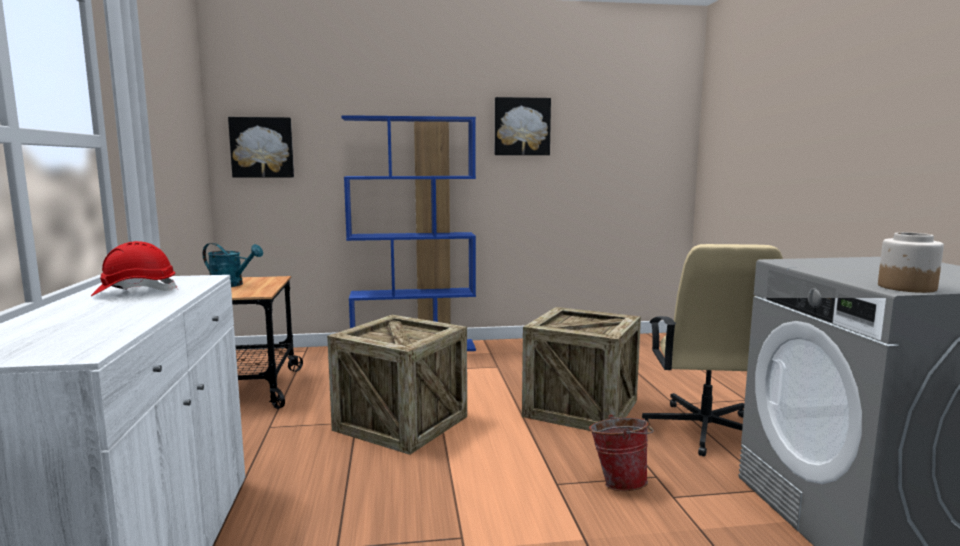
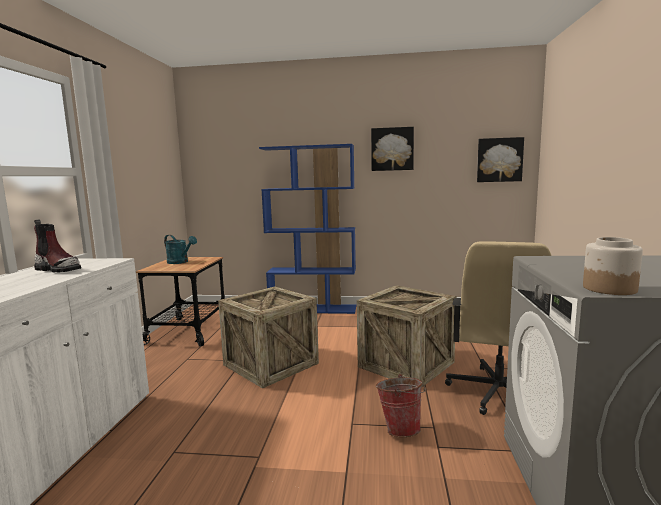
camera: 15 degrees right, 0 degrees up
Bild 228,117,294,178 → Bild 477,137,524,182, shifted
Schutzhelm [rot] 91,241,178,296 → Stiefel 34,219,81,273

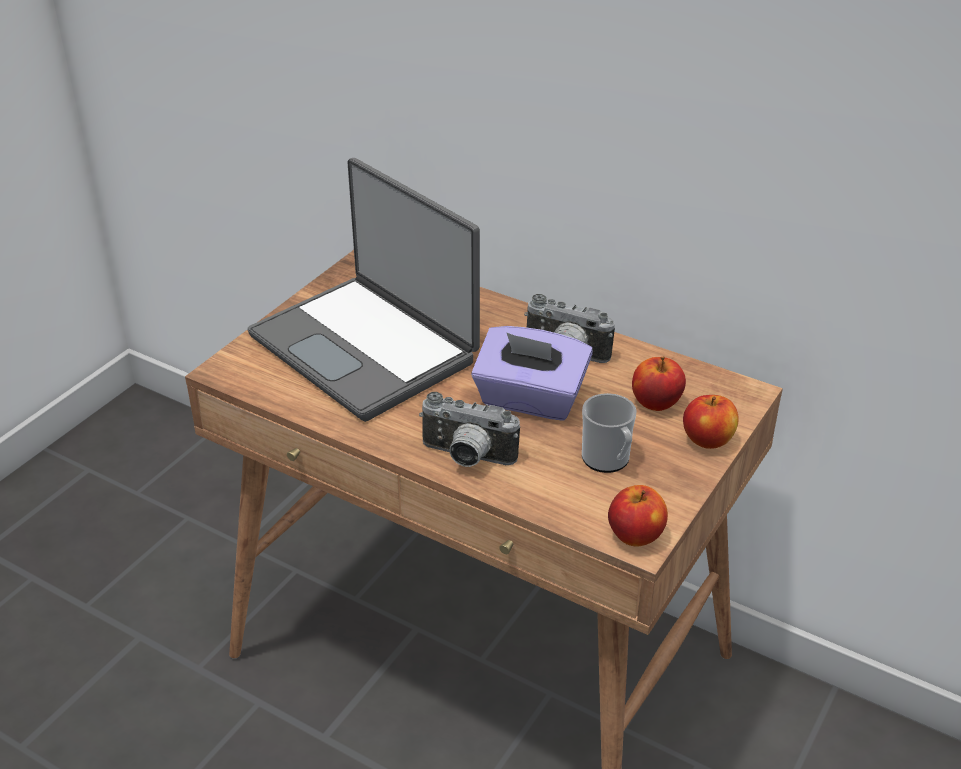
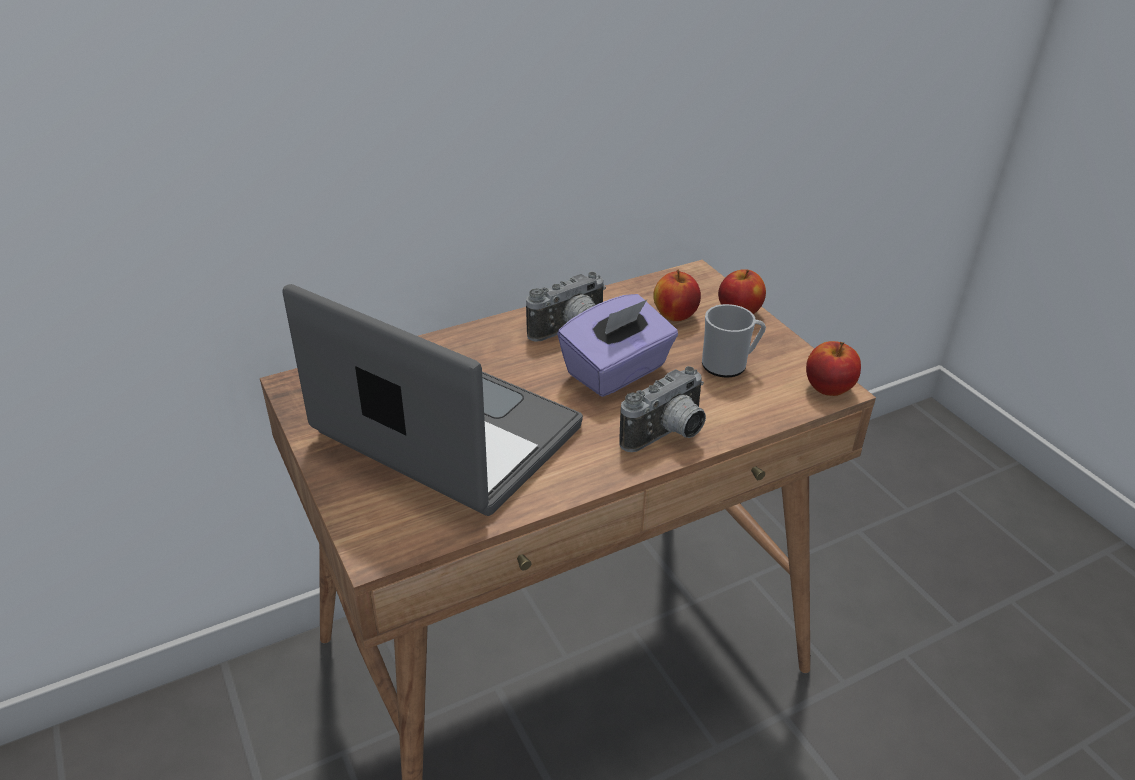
camera: 60 degrees left, 0 degrees up
Laptop 248,158,480,422 → Laptop 282,284,583,516, 135 degrees counterclockwise

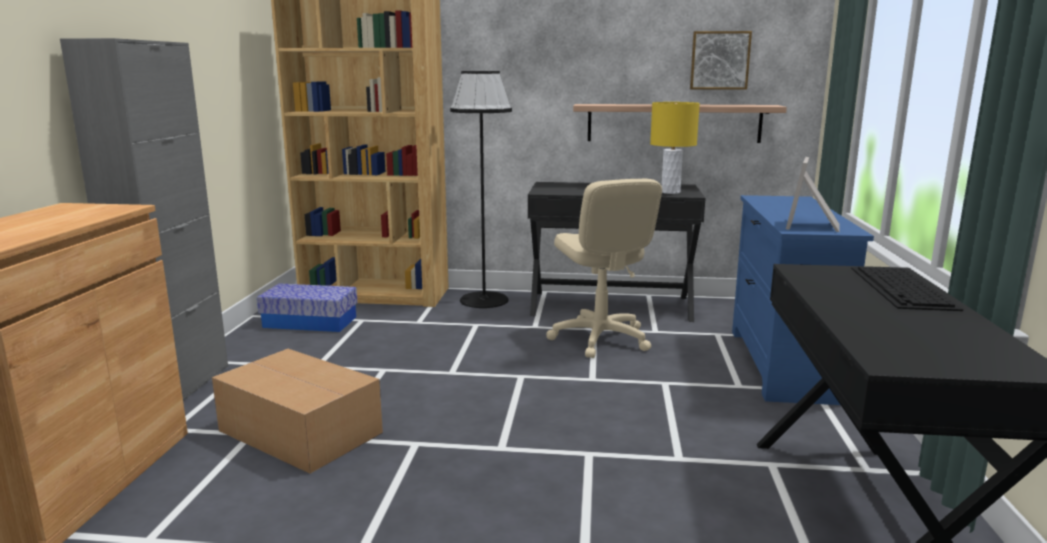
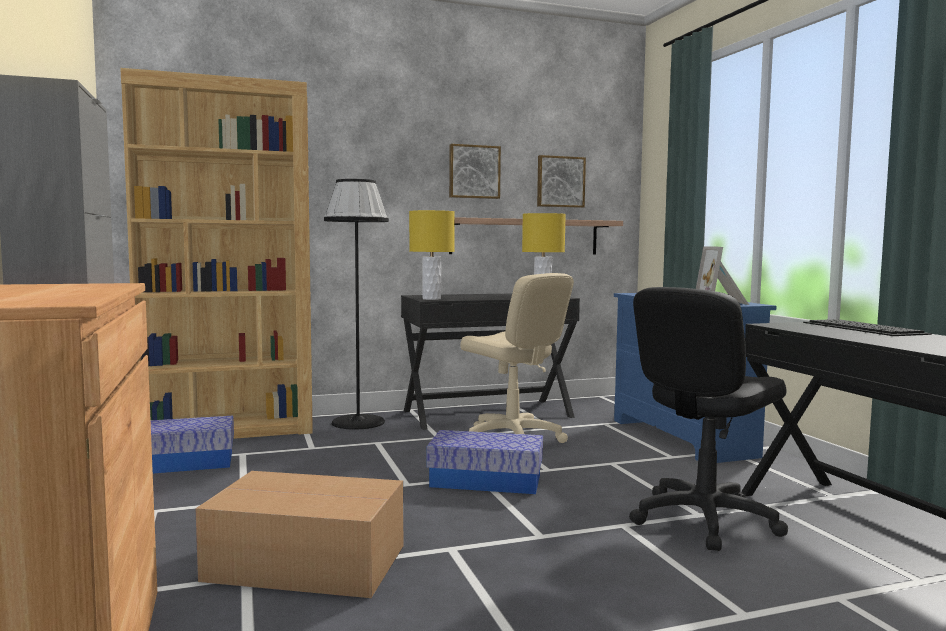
camera: 25 degrees left, 10 degrees down
- → Bild 449,144,501,199
- → Tischlampe [gelb] 409,210,455,300
- → Bürostuhl [schwarz] 629,287,788,551
- → Aufbewahrungsbox 426,430,543,494

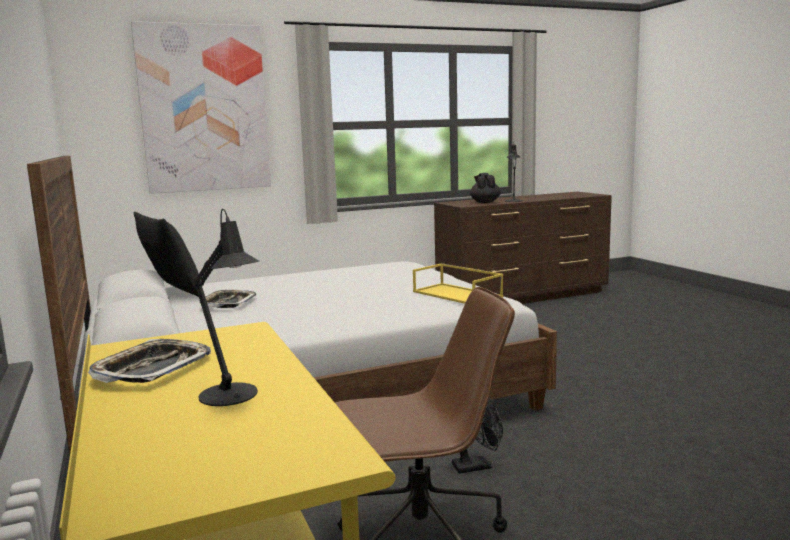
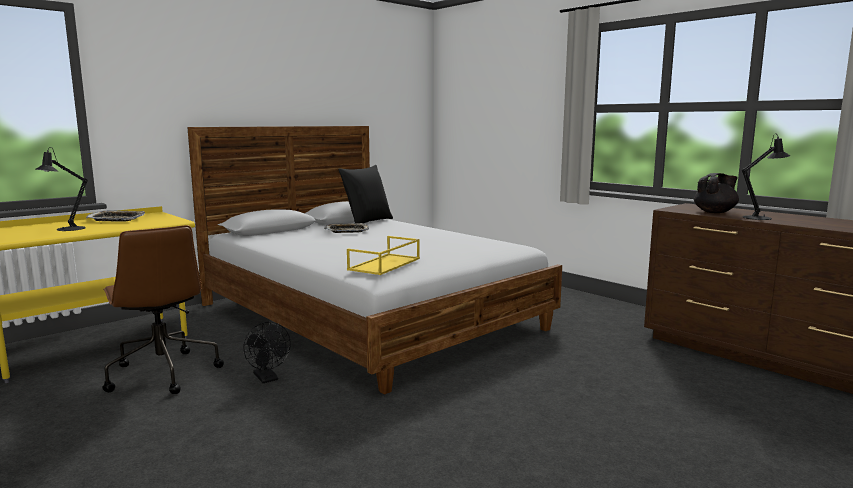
camera: 70 degrees right, 0 degrees up
Bild 131,21,271,194 → -

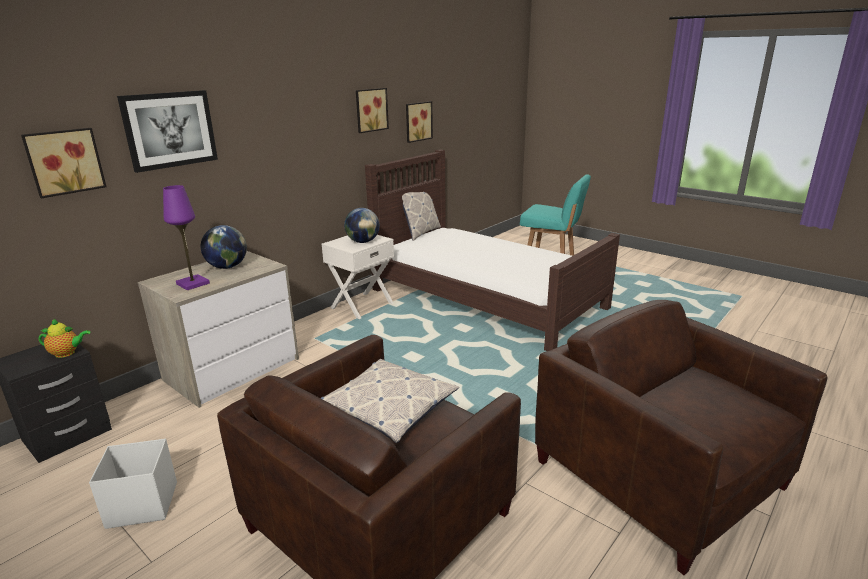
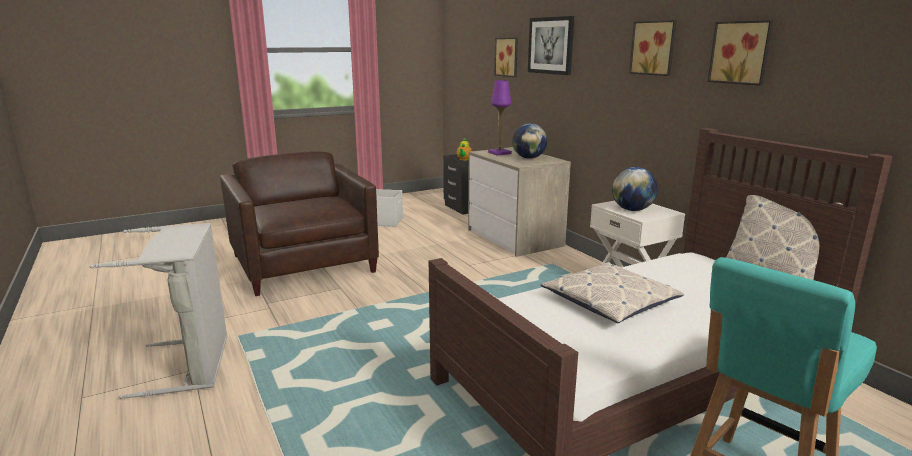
camera: 110 degrees right, 5 degrees down
Bild 406,101,433,143 → Bild 629,20,677,76, shifted
Sessel [braun] 535,300,828,575 → Wäschekorb [grau] 90,223,227,399
Kissen 321,359,459,443 → Kissen 540,262,685,323, shifted

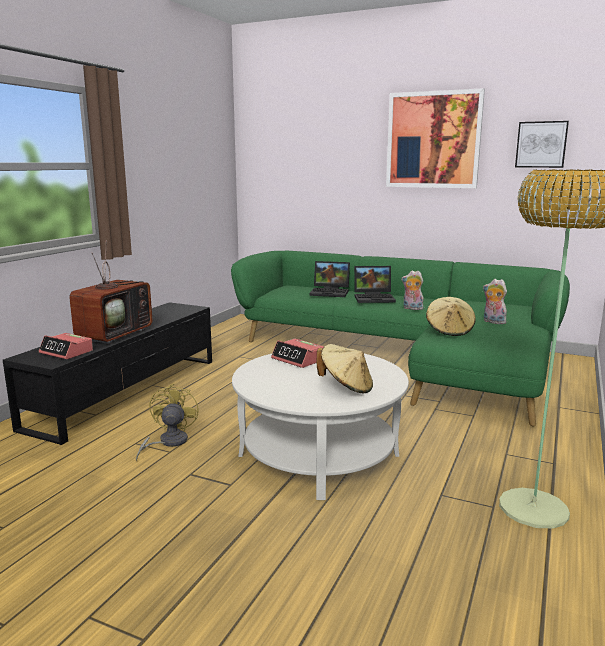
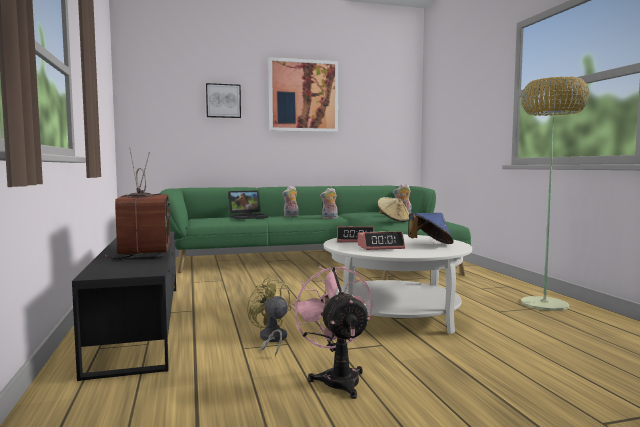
camera: 40 degrees left, 10 degrees down
Bild 515,121,569,168 → Bild 206,83,241,118, shifted
Laptop 354,266,396,303 → Plüschtier 282,186,298,217
Wecker 39,333,93,359 → Wecker 358,232,405,250, shifted
Hut [beige] 316,344,373,394 → Hut [blau] 408,213,454,244
- → Ventilator [rosa] 290,266,372,399

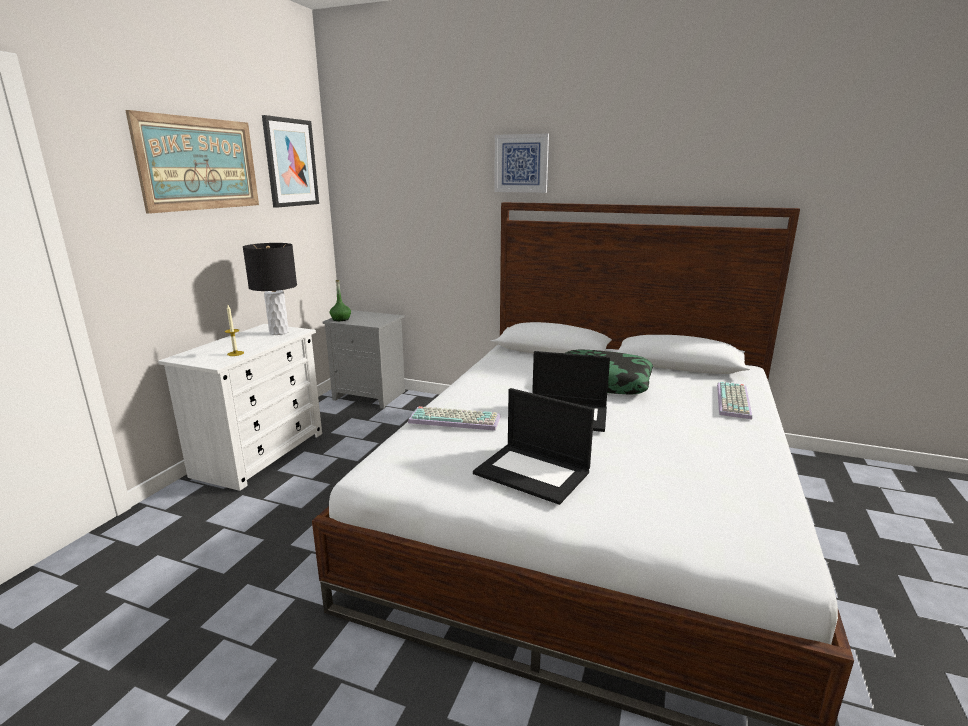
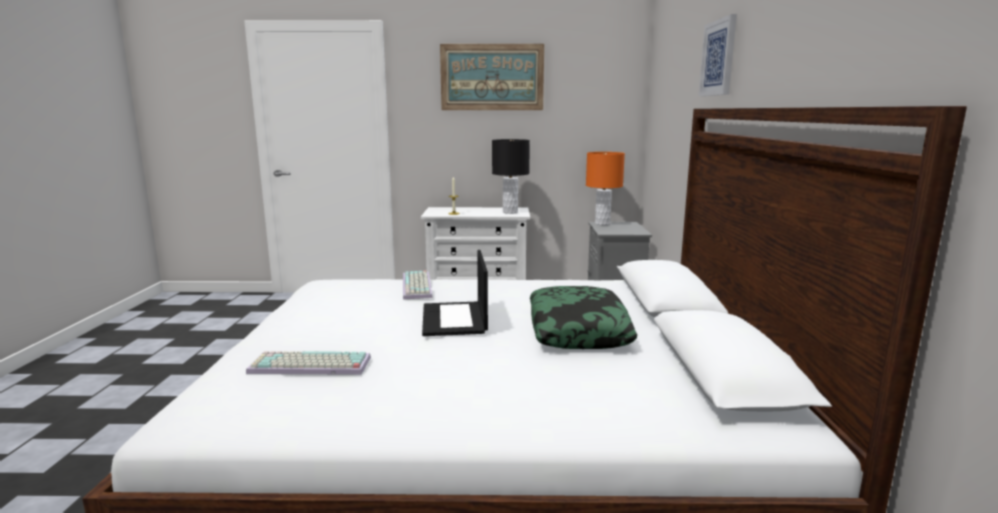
camera: 70 degrees right, 5 degrees down
Bild 262,115,319,208 → -
Flasche [grün] 329,280,351,321 → Tischlampe [orange] 586,152,625,225
Tastatur 717,382,752,420 → Tastatur 246,351,371,375, shifted
Laptop 473,388,594,505 → -

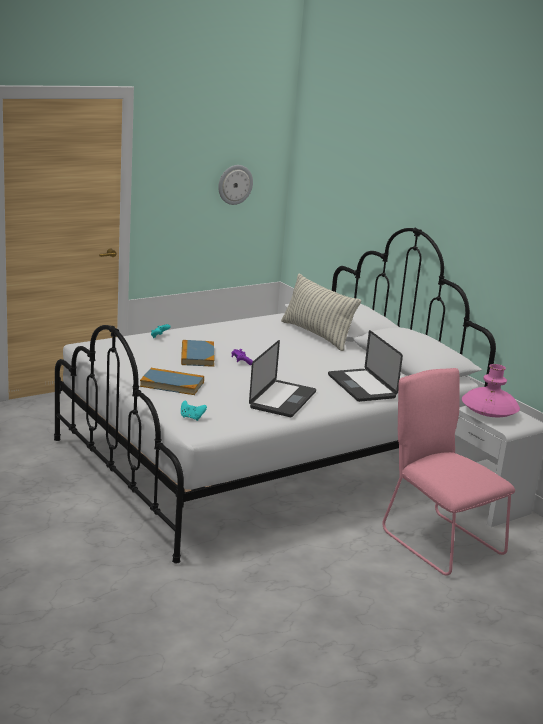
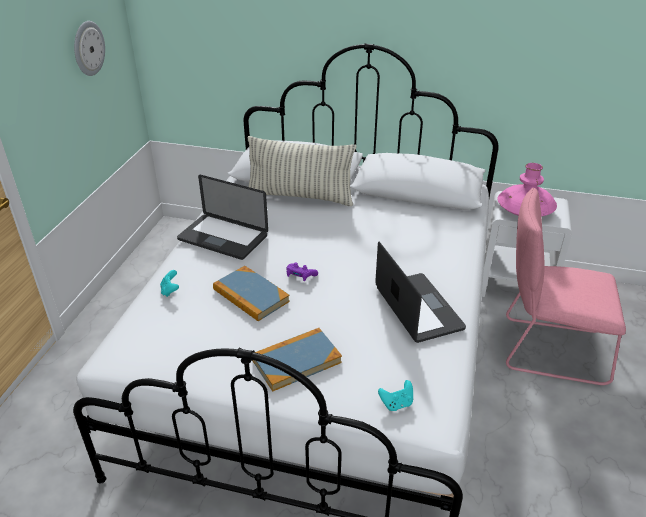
camera: 40 degrees left, 15 degrees up
Laptop 328,330,403,402 → Laptop 177,175,268,260, shifted

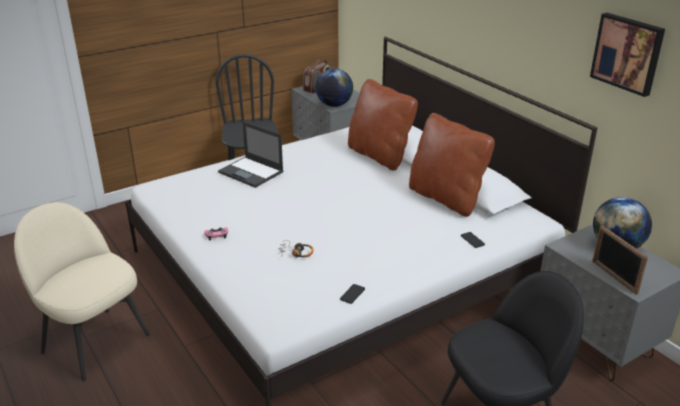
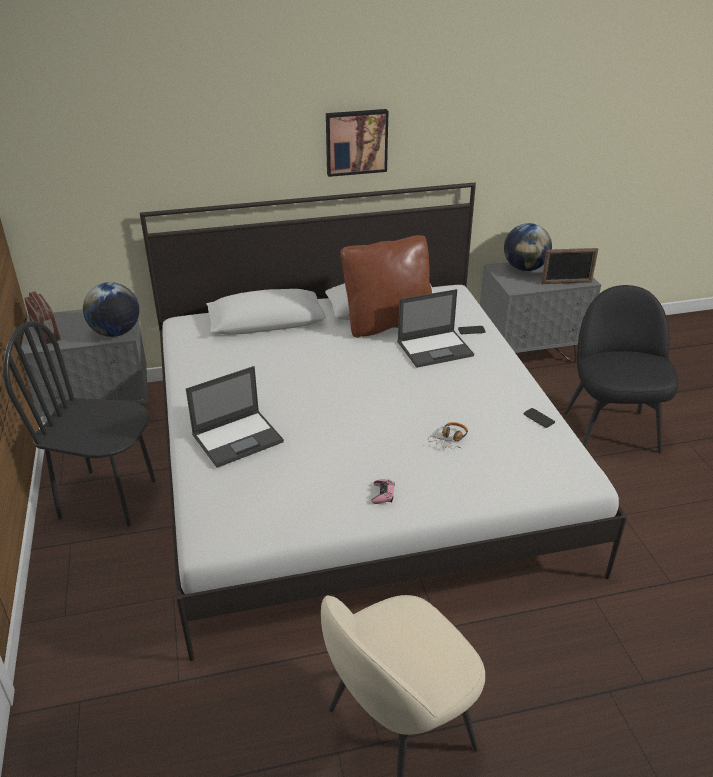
camera: 70 degrees left, 5 degrees up
Bild 590,13,665,97 → Bild 326,109,388,177, shifted
Kissen [braun] 348,79,418,171 → -
- → Laptop 397,289,474,368

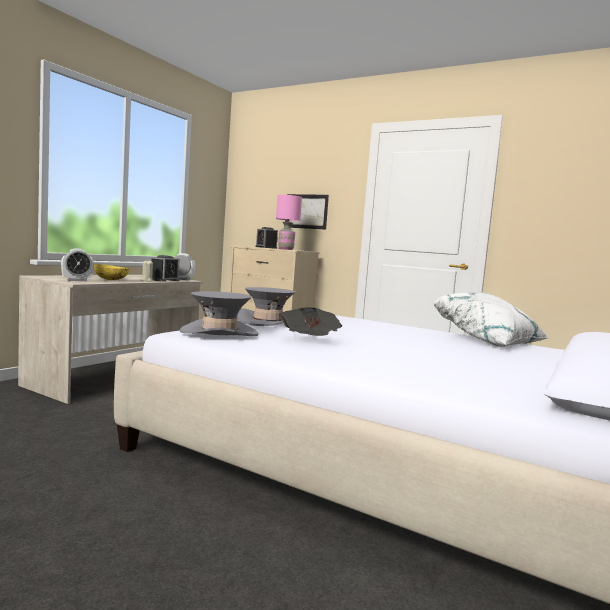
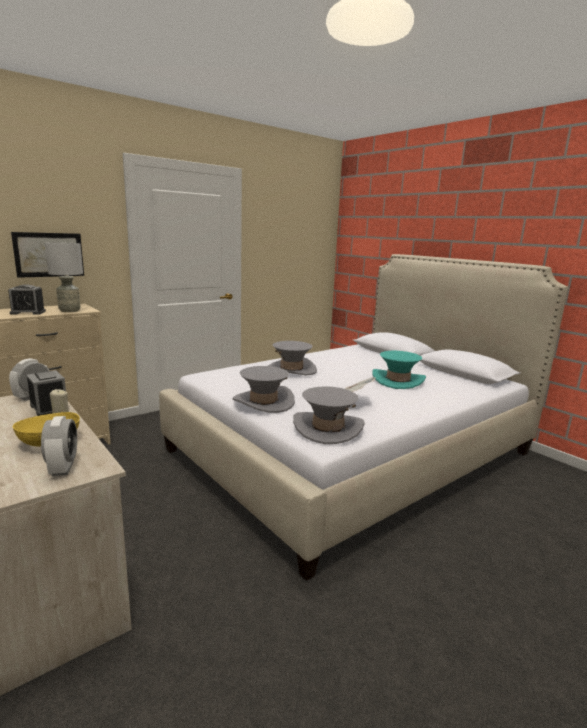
camera: 70 degrees left, 10 degrees up
Tischlampe [rosa] 276,195,302,250 → Tischlampe [grau] 45,242,83,312
Kissen [weiß] 433,293,549,347 → -
- → Hut [grau] 268,341,317,375
- → Hut [türkis] 372,351,426,389

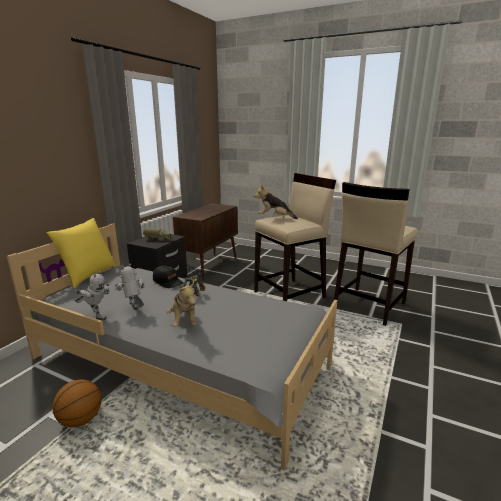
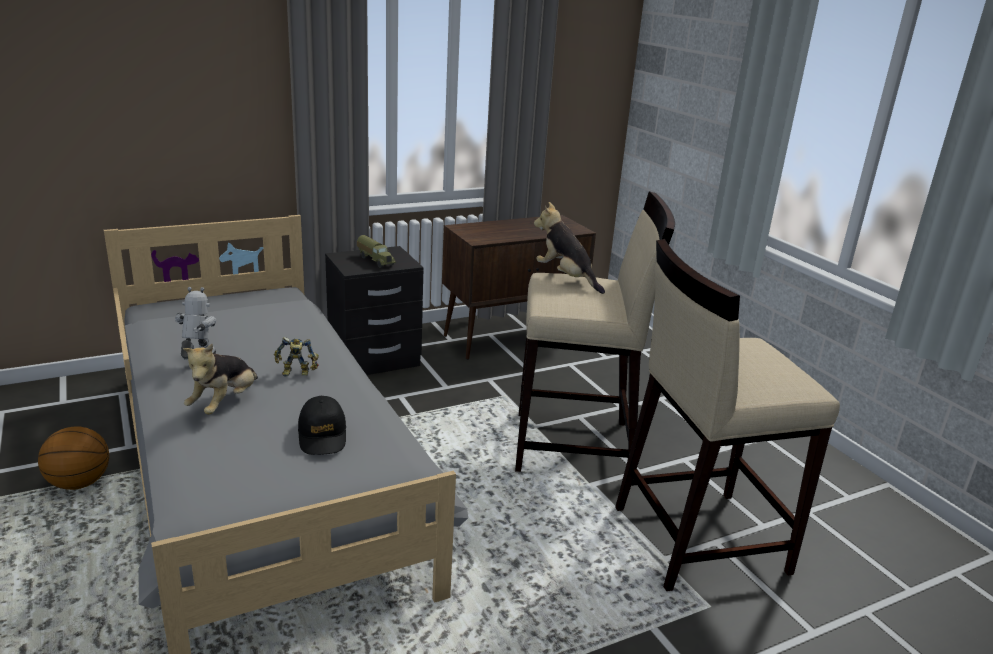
camera: 35 degrees right, 5 degrees up
Kissen [gelb] 46,218,115,288 → -
Kappe [schwarz] 153,265,183,288 → Kappe [schwarz] 298,396,346,455, shifted
Spielzeugroboter 74,271,110,320 → -

